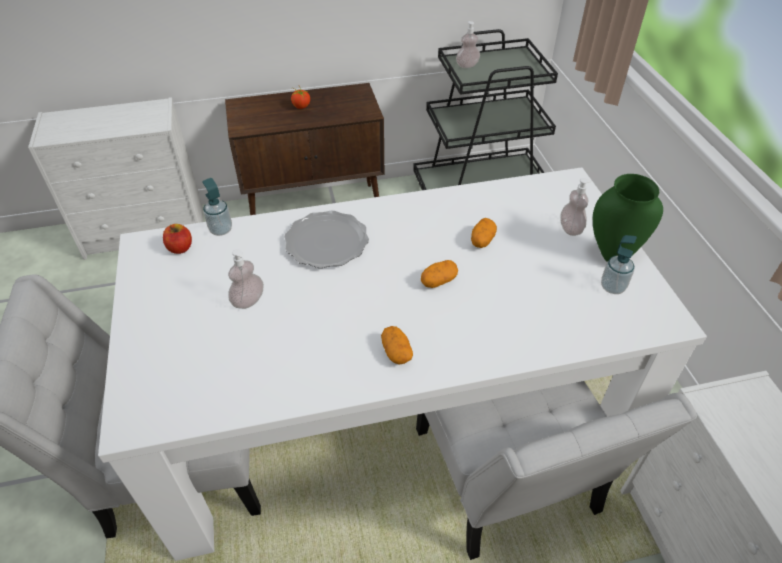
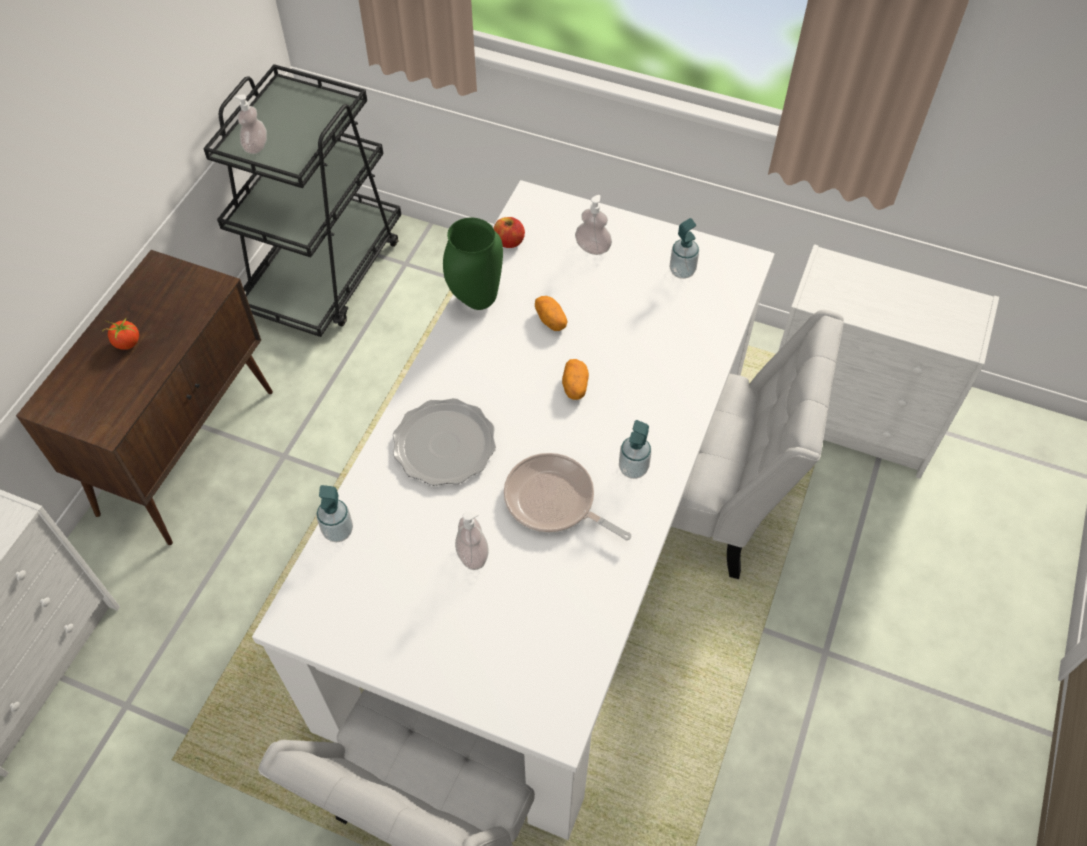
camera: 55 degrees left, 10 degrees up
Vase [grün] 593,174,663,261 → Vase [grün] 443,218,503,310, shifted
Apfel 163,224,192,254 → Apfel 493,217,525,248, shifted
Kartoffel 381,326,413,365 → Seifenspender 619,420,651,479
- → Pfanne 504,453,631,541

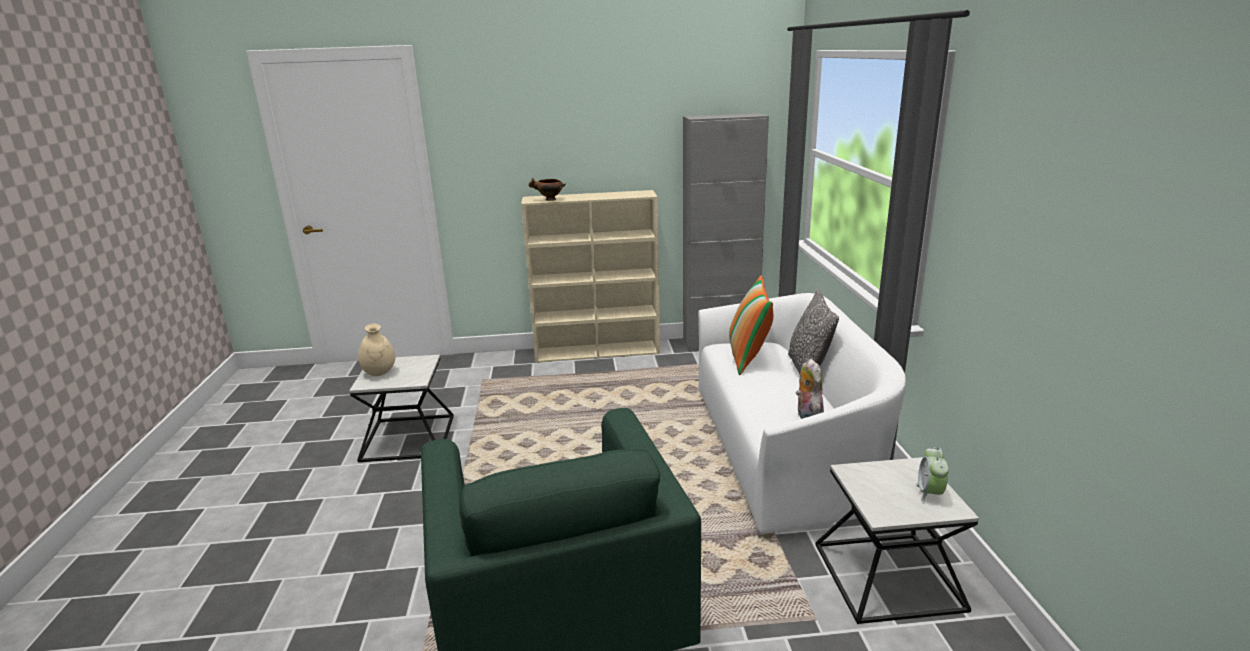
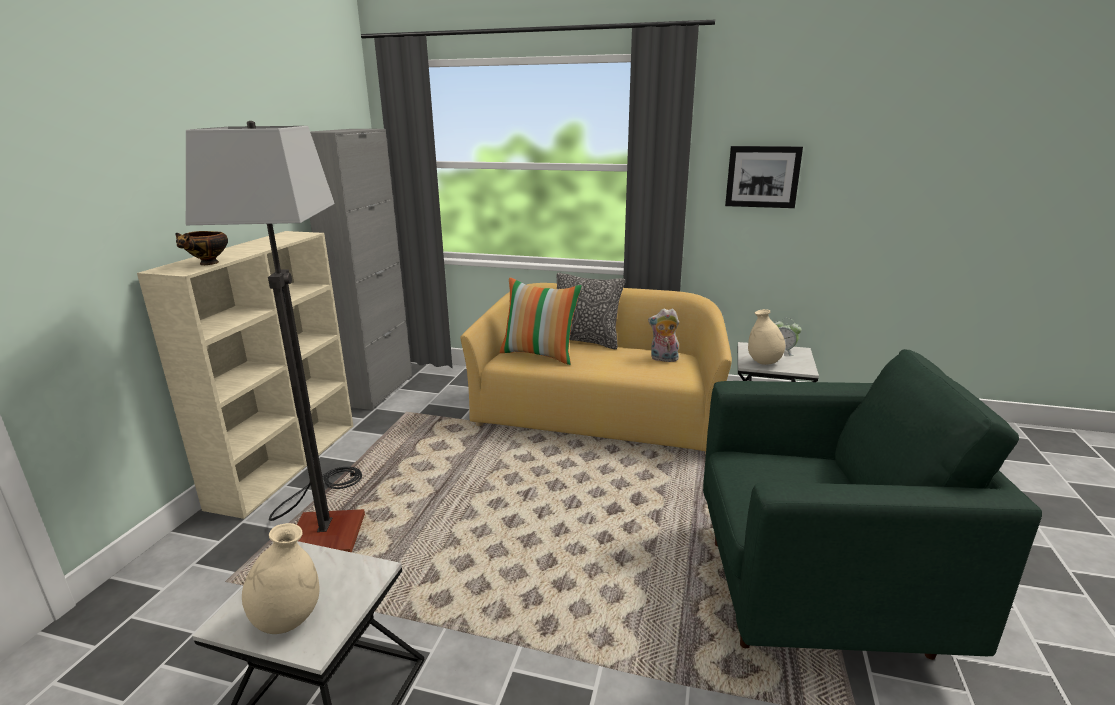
camera: 70 degrees left, 0 degrees up
Sofa [weiß] 698,293,906,538 → Sofa [gelb] 460,283,732,454
- → Stehlampe 186,121,365,552
- → Bild 725,146,803,208
- → Vase [beige] 748,309,785,365

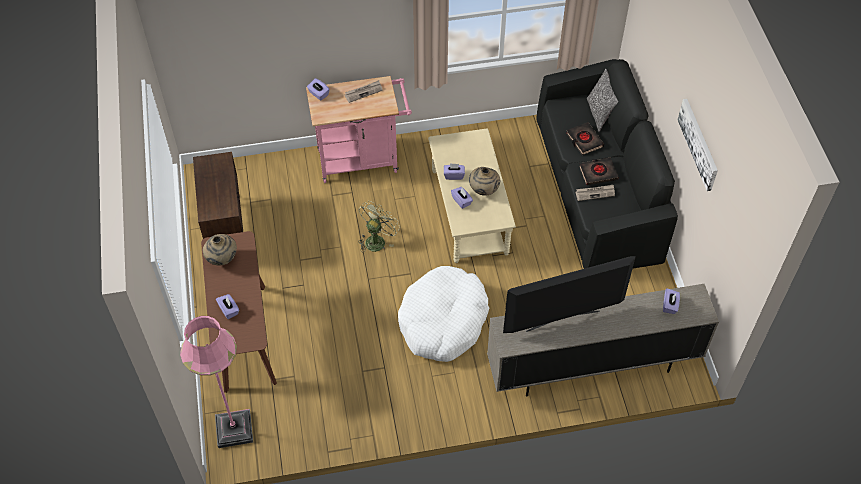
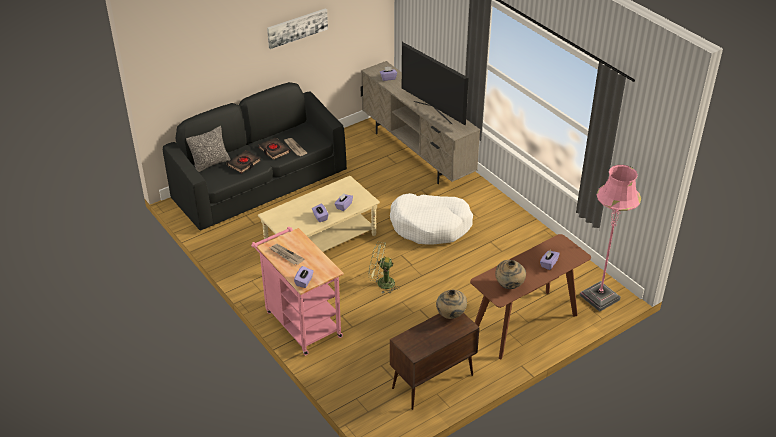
camera: 115 degrees left, 15 degrees down
Vase [beige] 469,167,501,196 → Vase [beige] 436,290,467,319, shifted

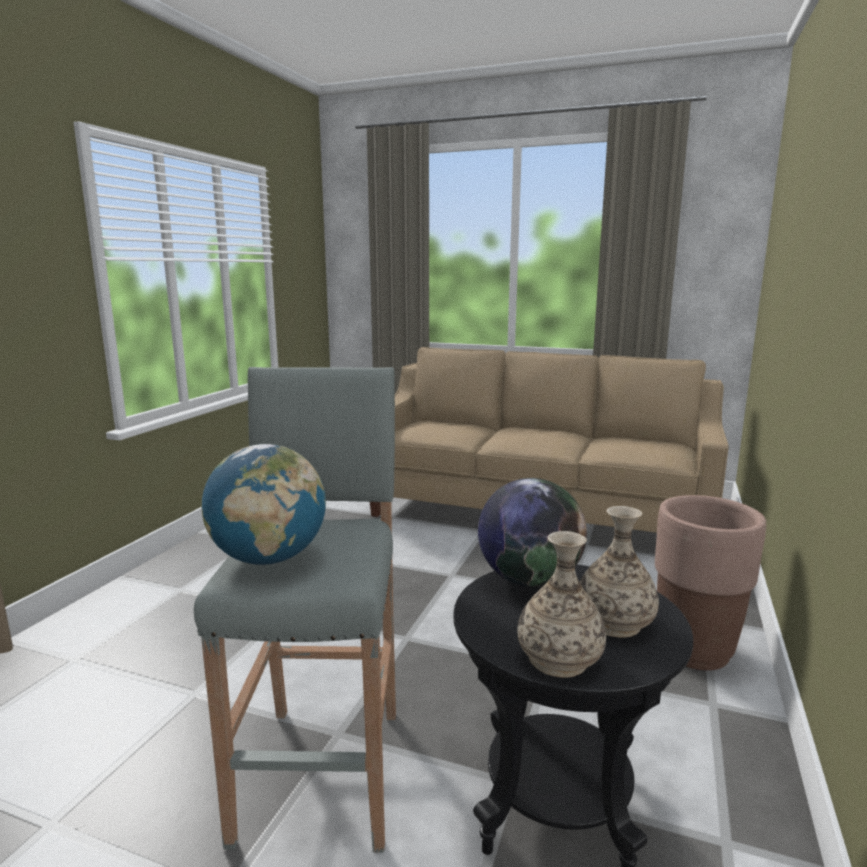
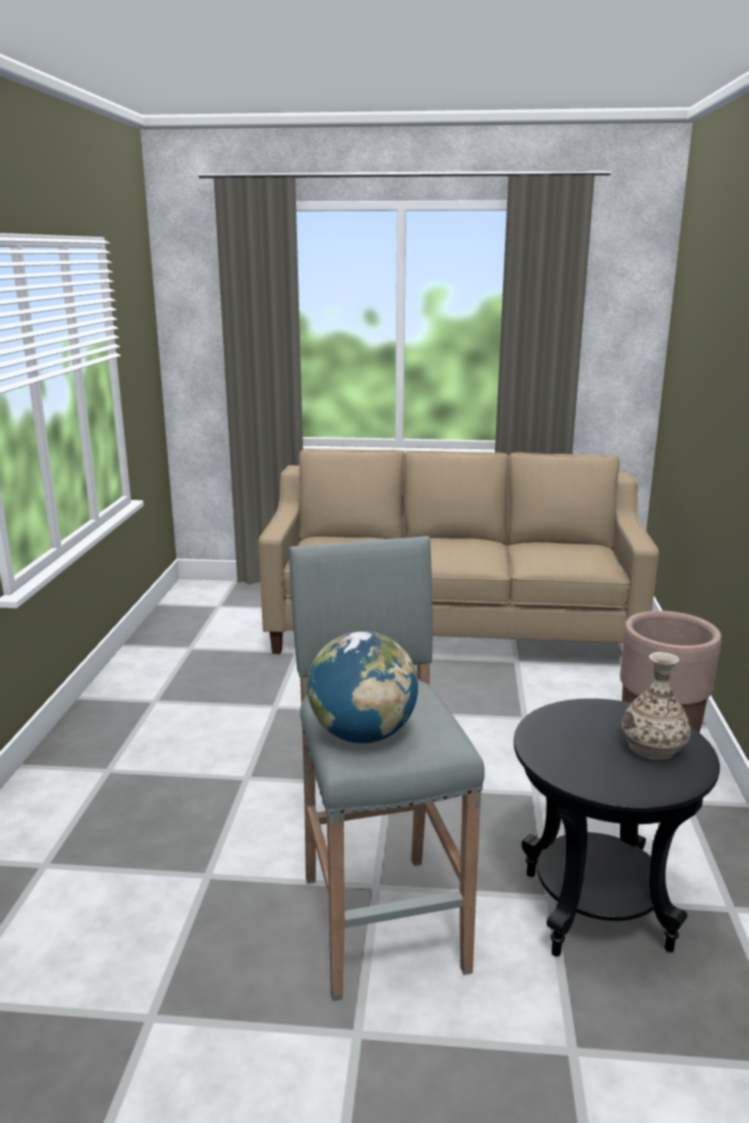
camera: 15 degrees left, 5 degrees up
Globus 478,478,587,587 → -
Vase 517,531,606,678 → -

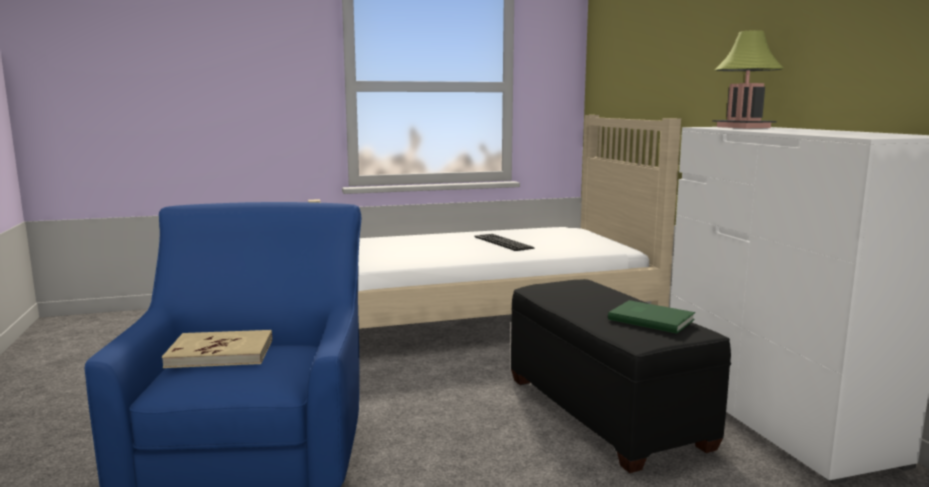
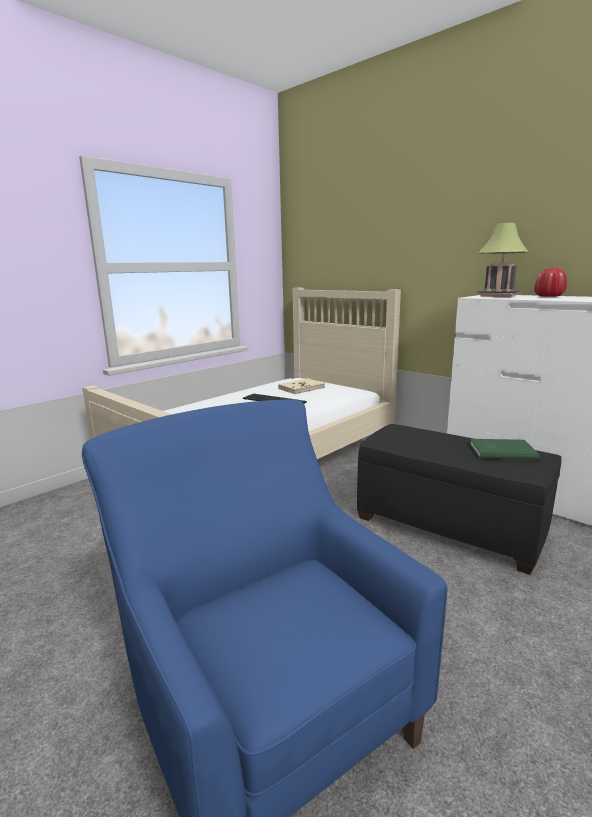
camera: 30 degrees left, 5 degrees up
Buch [beige] 162,330,272,368 → Buch [beige] 278,378,325,394, shifted
- → Vase [rot] 534,268,567,297

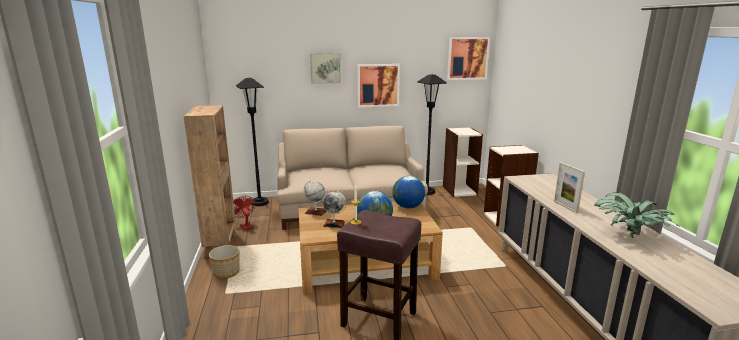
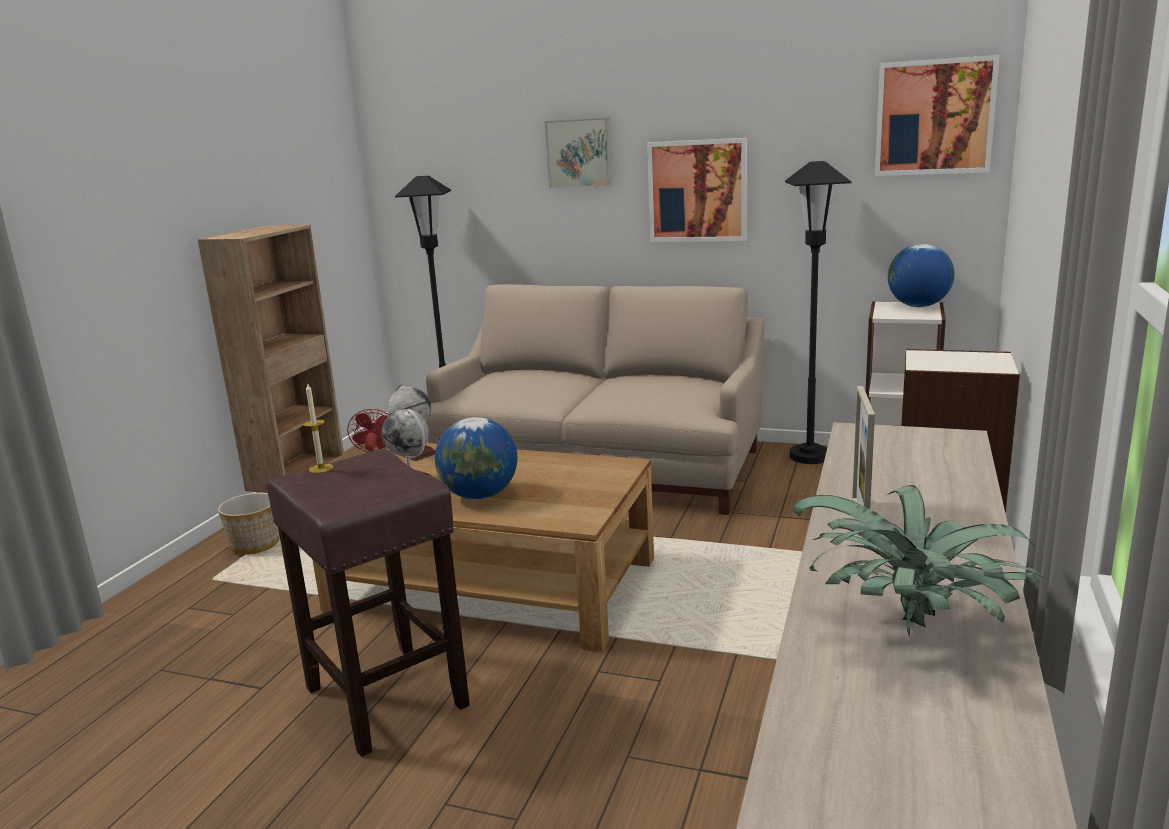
camera: 30 degrees right, 0 degrees up
Globus 392,176,425,209 → Globus 888,244,954,307, shifted

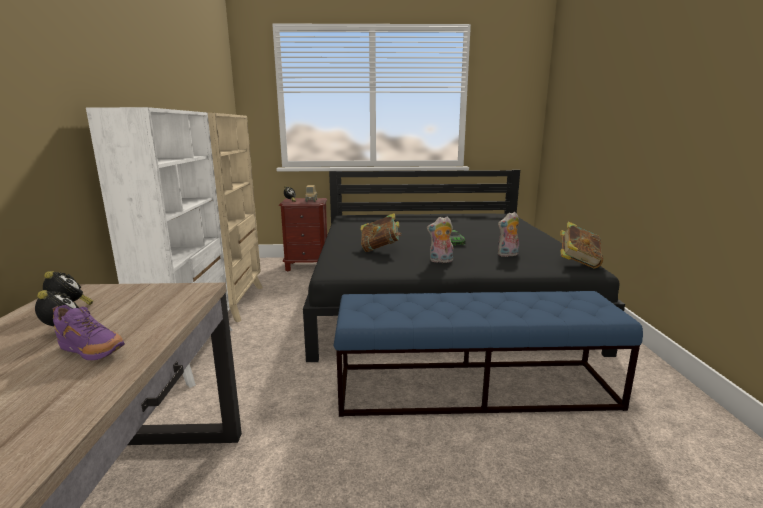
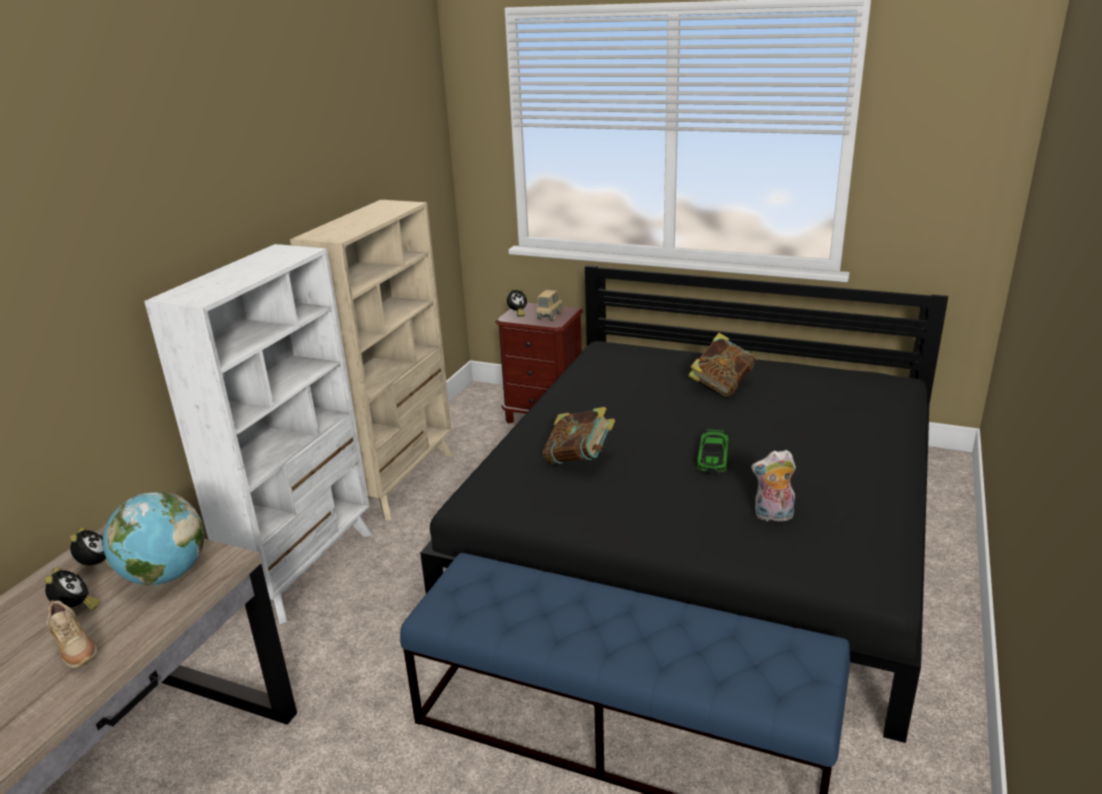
camera: 25 degrees right, 10 degrees up
Plüschtier 427,217,453,263 → -
Buch 561,222,603,268 → Buch 688,333,756,397, shifted
Schuh [lila] 53,305,125,360 → Schuh [beige] 46,600,98,668
- → Globus 103,492,204,586

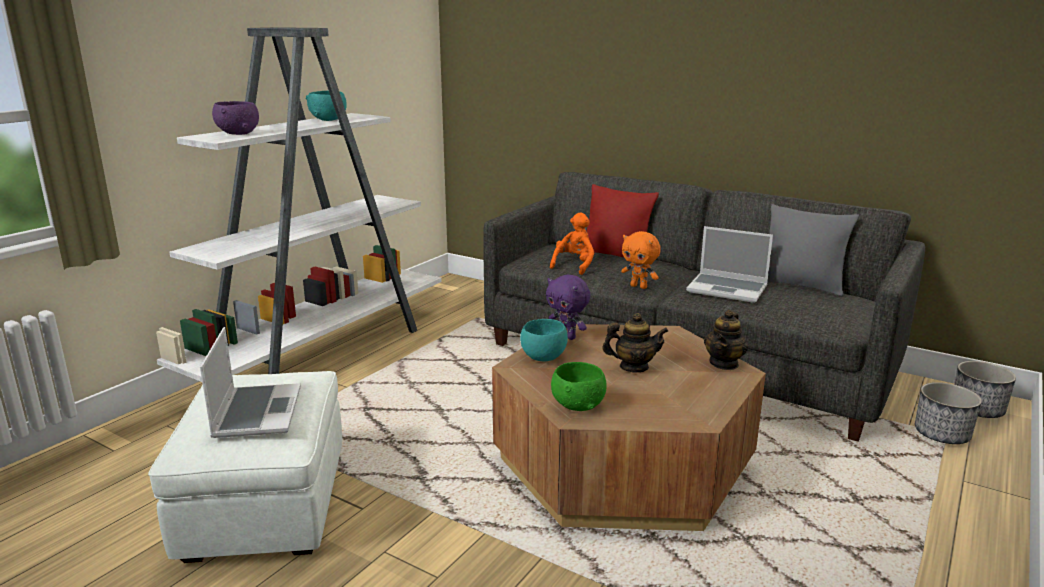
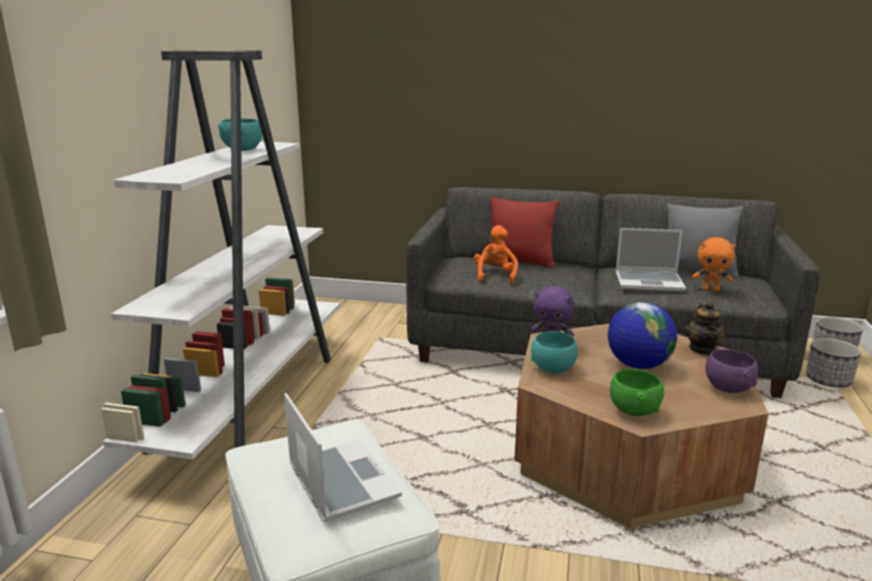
camera: 20 degrees left, 0 degrees up
Schüssel [lila] 212,101,259,135 → Schüssel [lila] 705,349,758,393, shifted
Plüschtier [orange] 621,231,661,289 → Plüschtier [orange] 692,237,736,292, shifted
Teekanne 602,313,669,373 → Globus 608,302,677,369

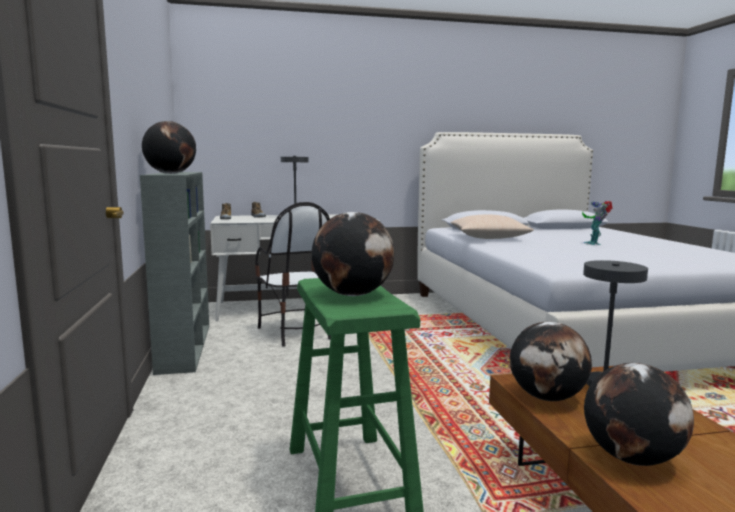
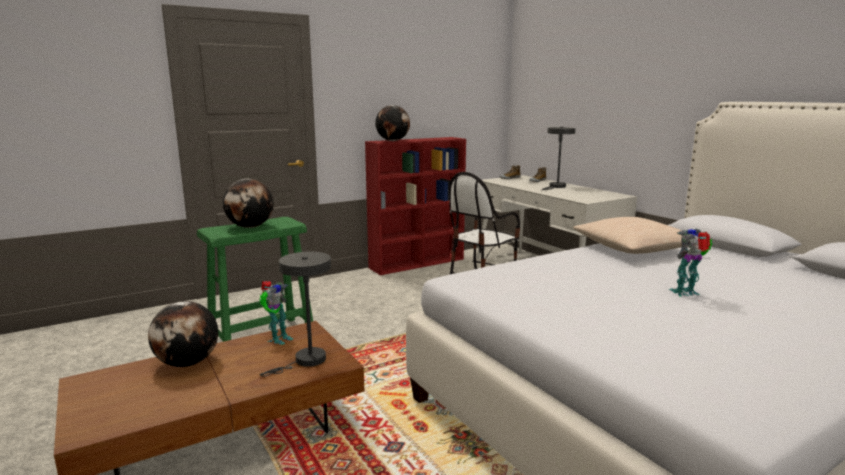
camera: 70 degrees right, 5 degrees up
Bücherregal [grau] 140,172,209,375 → Bücherregal [rot] 365,137,466,275
Globus 510,322,592,401 → Spielzeugroboter 259,281,293,345

